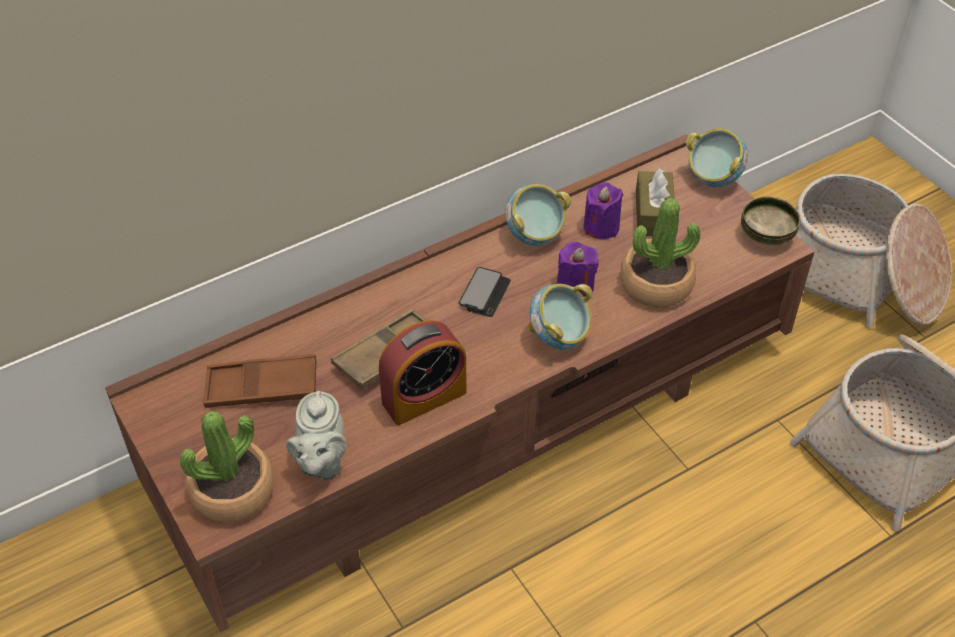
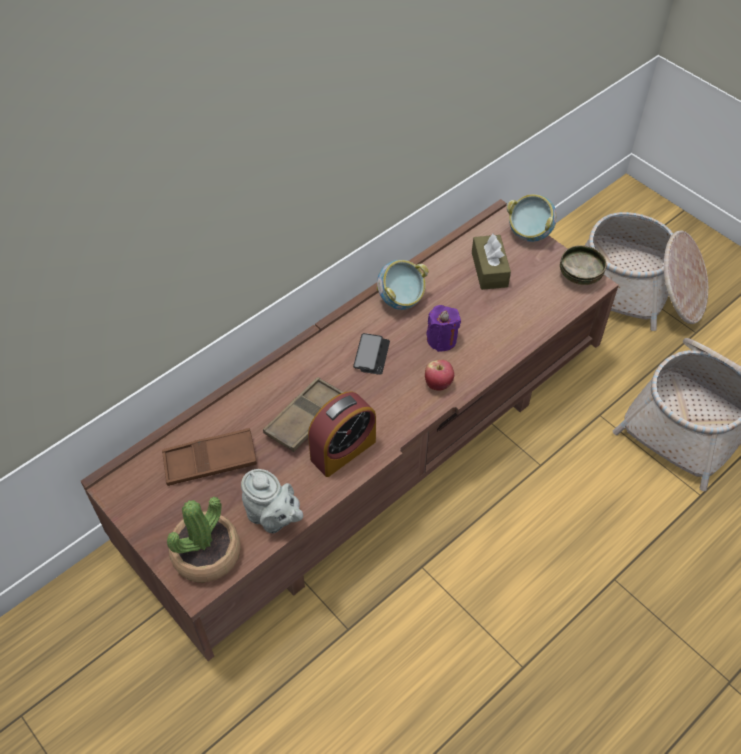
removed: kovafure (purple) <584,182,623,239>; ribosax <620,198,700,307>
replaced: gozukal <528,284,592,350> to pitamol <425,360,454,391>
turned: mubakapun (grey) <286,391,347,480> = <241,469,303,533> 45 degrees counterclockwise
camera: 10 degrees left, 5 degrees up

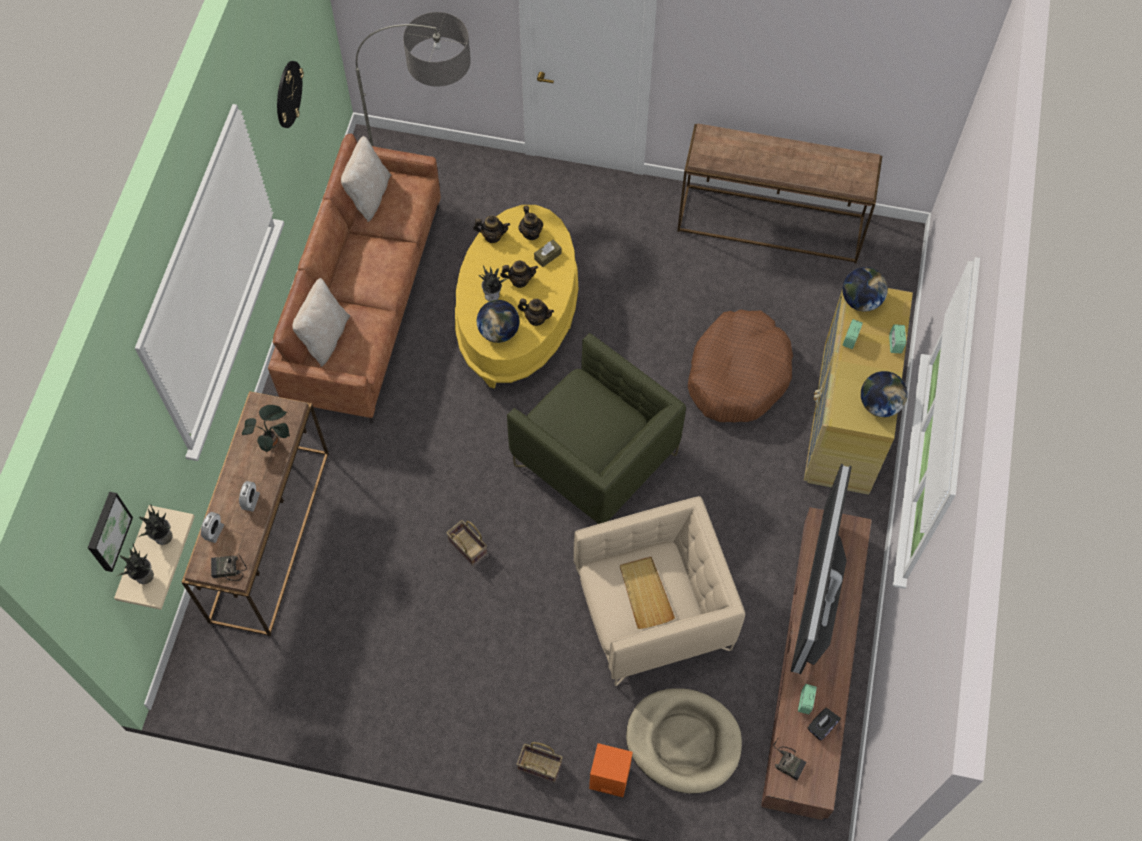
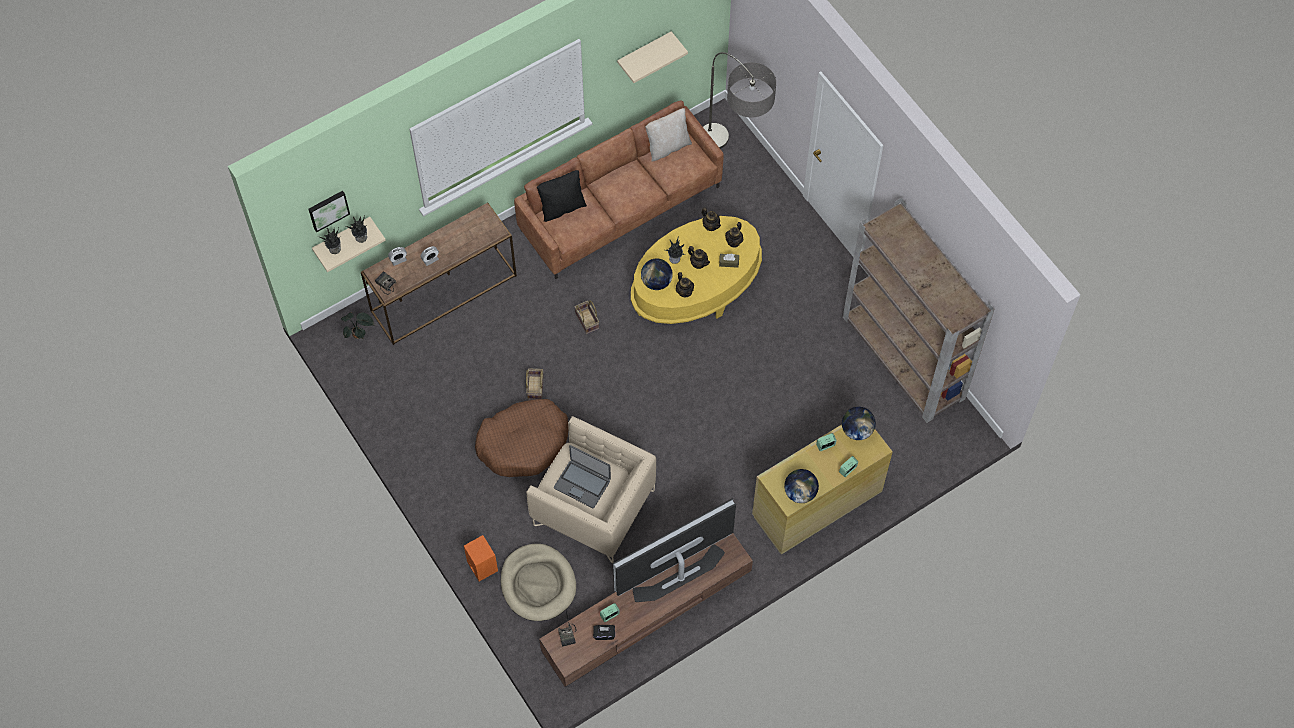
removed: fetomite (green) <507,333,686,524>
moved: ribosax <242,405,290,453> to <341,312,375,339>; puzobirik <517,742,563,783> to <574,300,599,334>; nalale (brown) <688,309,793,422> to <475,399,569,477>
replaced: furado <277,61,304,128> to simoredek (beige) <617,31,688,83>; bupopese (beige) <620,556,675,629> to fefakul <554,445,611,508>; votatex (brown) <677,124,882,263> to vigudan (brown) <843,198,994,423>
recoloured: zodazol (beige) <293,278,350,367> to zodazol (black) <537,170,587,222>
camera: 45 degrees right, 0 degrees up

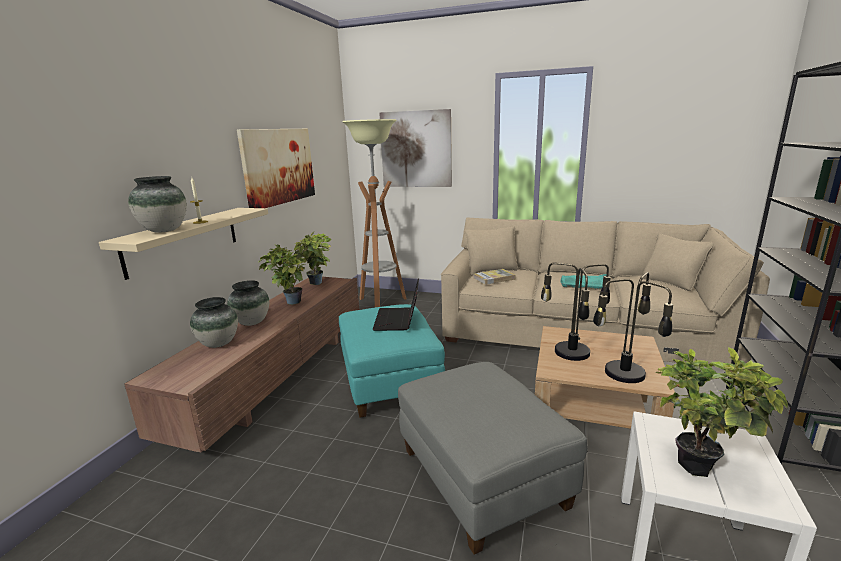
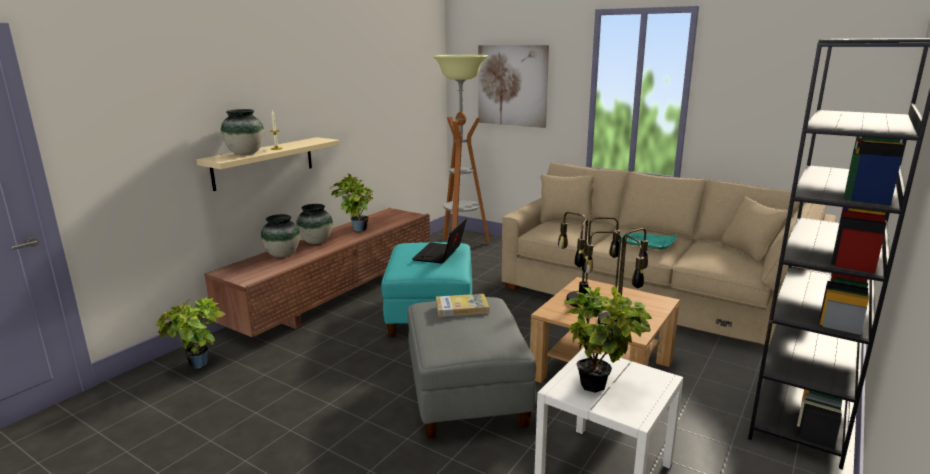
removed: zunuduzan <237,129,315,208>
moved: ribosax <294,231,331,285> to <156,298,226,369>; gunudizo <474,269,516,285> to <436,294,489,317>
camera: 15 degrees right, 0 degrees up

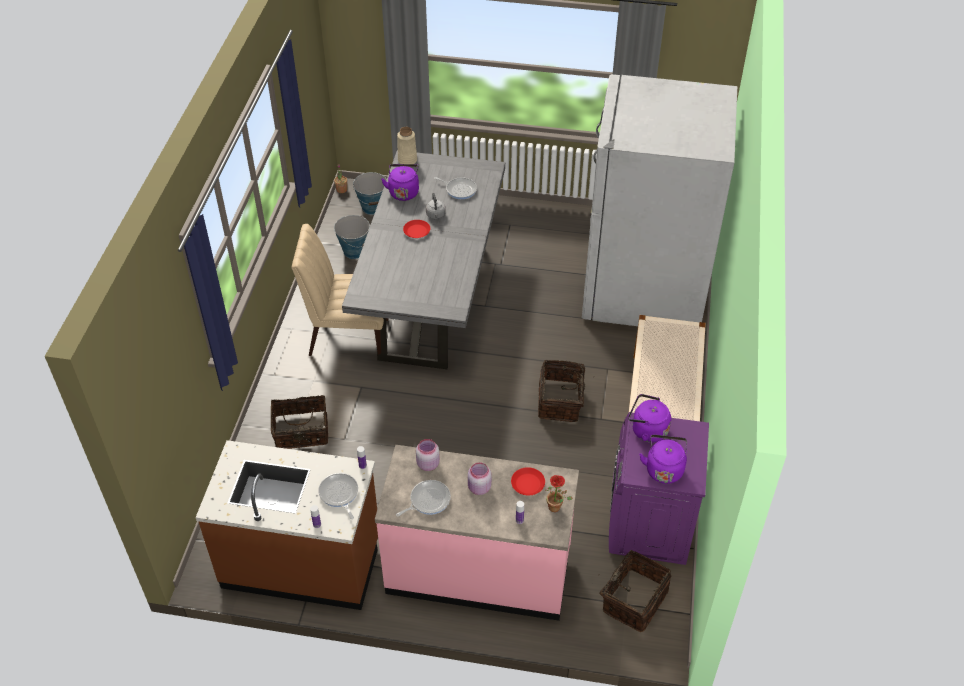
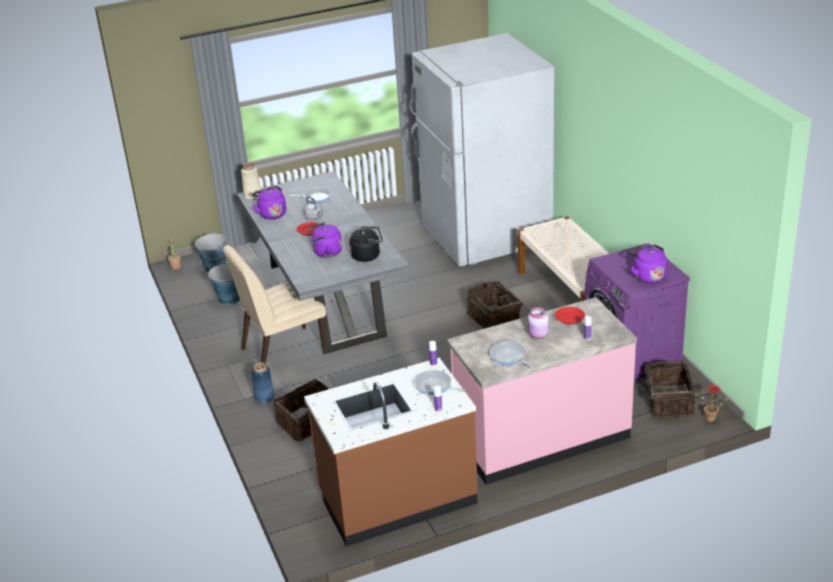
removed: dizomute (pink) <416,439,440,471>
added: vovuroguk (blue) <251,362,275,404>; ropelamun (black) <349,226,382,262>
moved: ribosax <546,475,573,512> to <701,385,729,422>; ropelamun (purple) <628,394,671,443> to <309,222,342,258>
turned: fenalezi <396,480,451,517> = <490,341,534,367> 60 degrees counterclockwise
camera: 30 degrees left, 15 degrees down

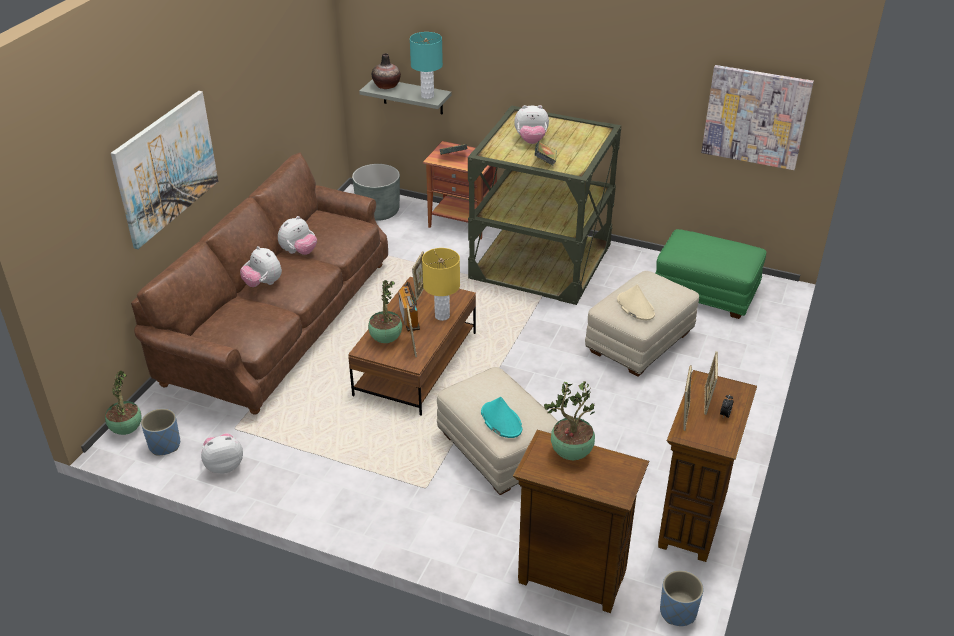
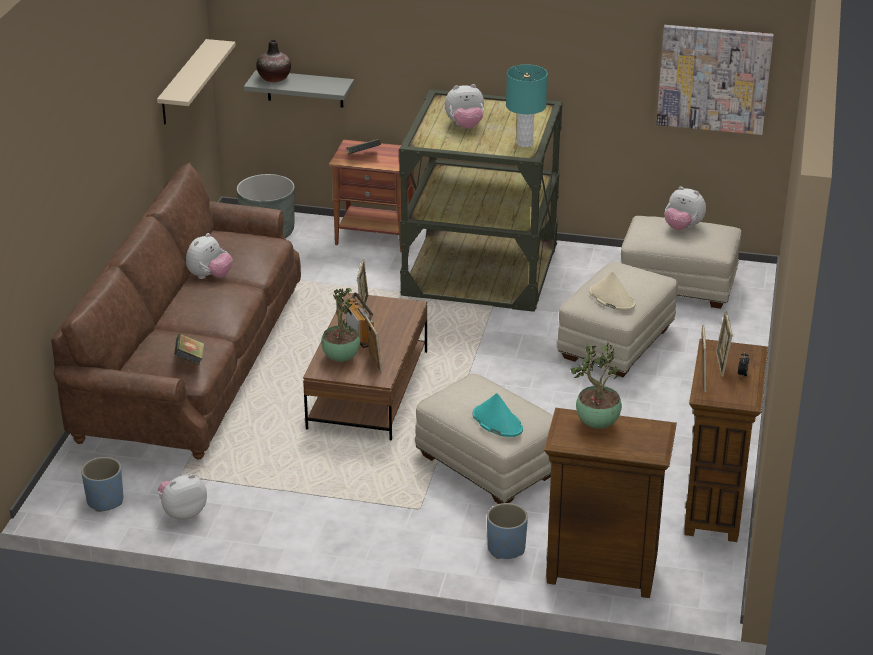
removed: ribosax <105,371,142,435>; zunuduzan <111,91,218,249>; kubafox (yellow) <422,248,460,321>
added: simoredek (beige) <157,39,236,124>
moved: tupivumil <240,246,282,287> to <664,186,706,230>; kubafox (turquoise) <410,32,443,99> to <506,65,548,147>; gunudizo <534,141,557,166> to <174,334,204,365>; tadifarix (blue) <660,570,703,626> to <487,503,528,559>
recoloured: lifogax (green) <655,229,766,319> to lifogax (beige) <621,216,741,309>
camera: 10 degrees left, 5 degrees down

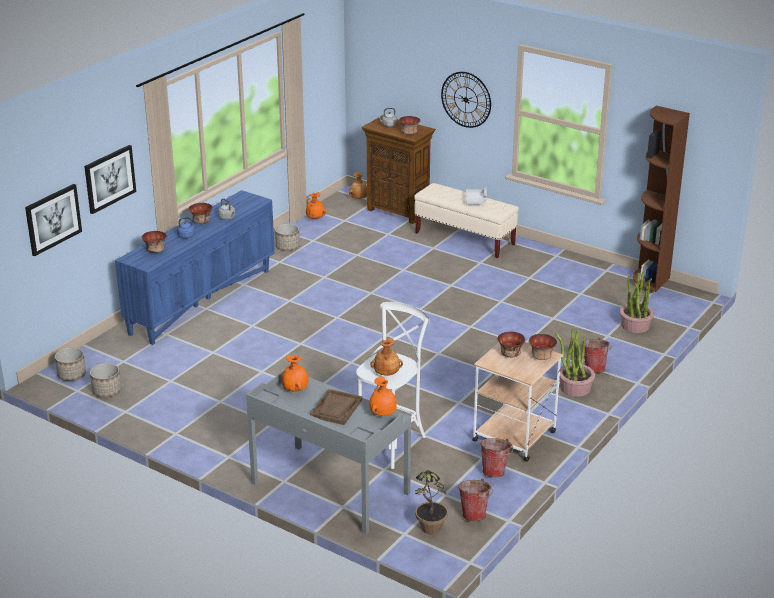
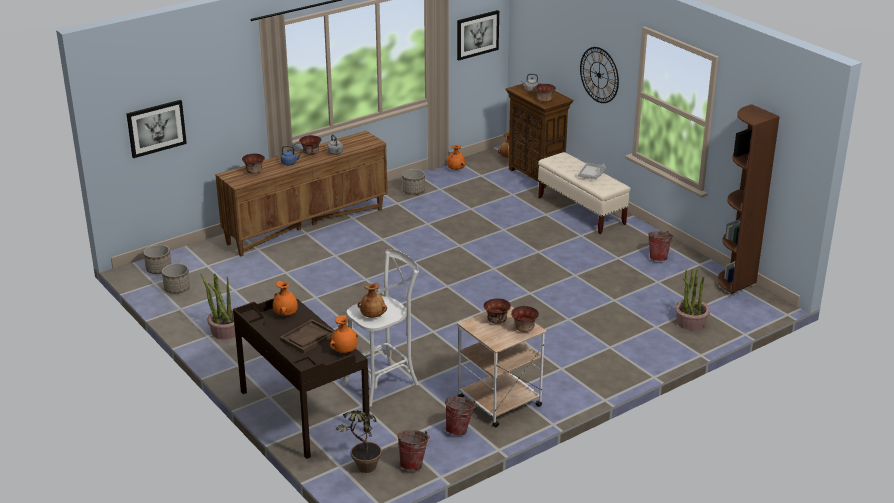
moved: zunuduzan <84,145,136,214> to <457,10,499,60>; ribosax <555,329,595,397> to <200,273,236,339>; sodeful <581,337,611,373> to <648,231,674,261>
recoloured: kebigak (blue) <115,190,275,345> to kebigak (brown) <215,131,388,256>; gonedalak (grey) <246,371,411,534> to gonedalak (brown) <233,298,370,459>
camera: 20 degrees right, 0 degrees up

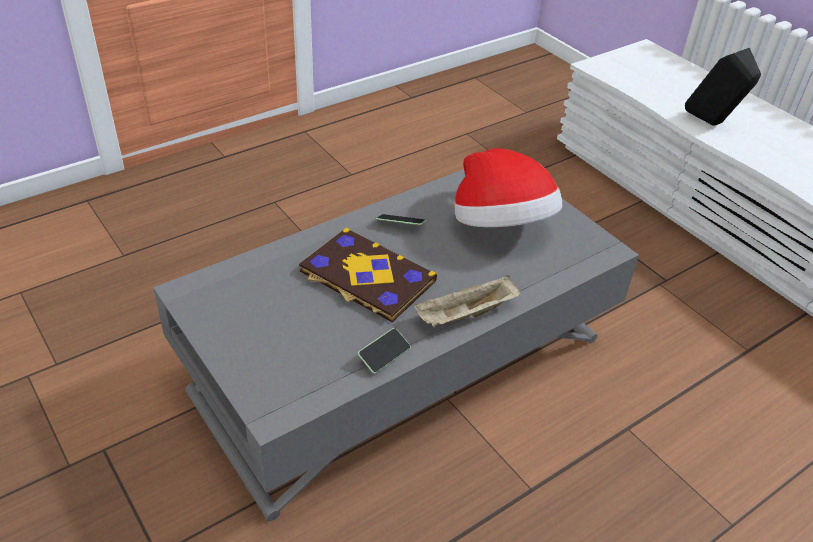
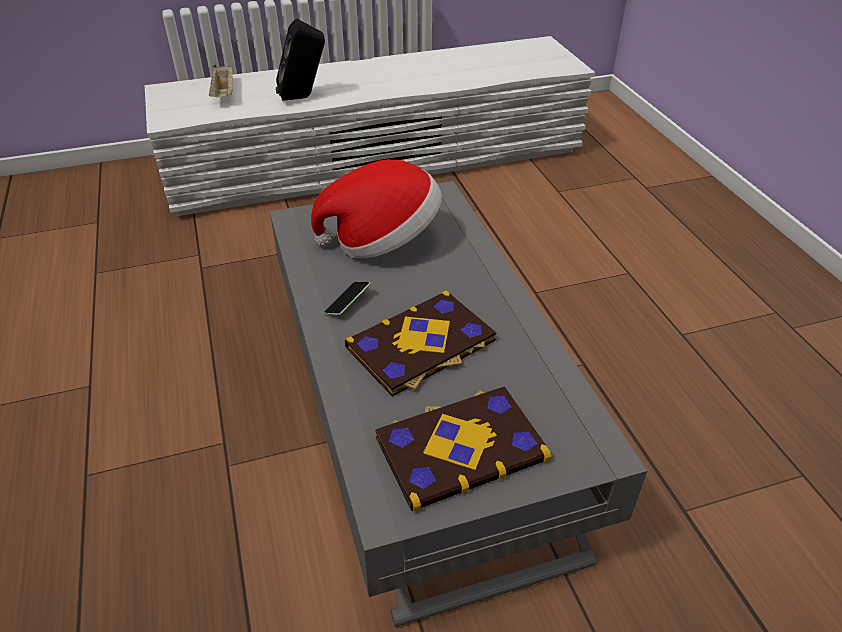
removed: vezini <358,328,411,374>
added: gunudizo <375,386,551,512>
moved: bupopese (beige) <414,275,521,327> to <209,65,232,97>
camera: 70 degrees left, 0 degrees up

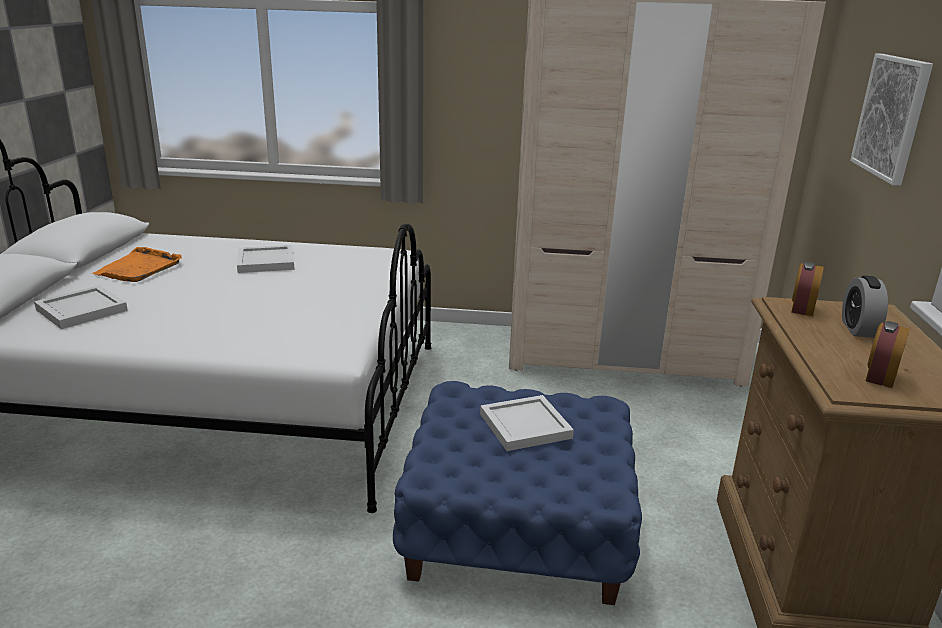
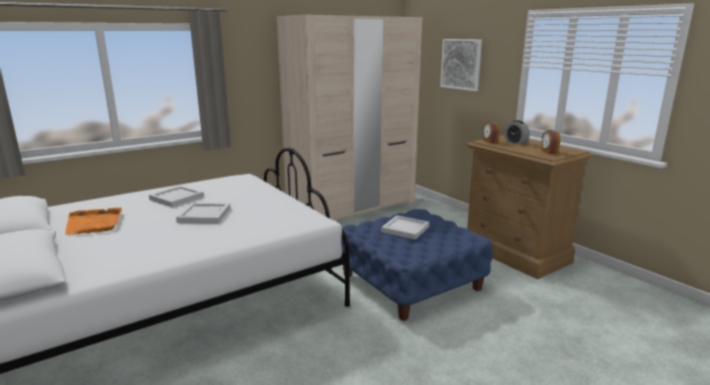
moved: bupopese (white) <34,285,128,329> to <176,203,231,224>
camera: 40 degrees left, 5 degrees down

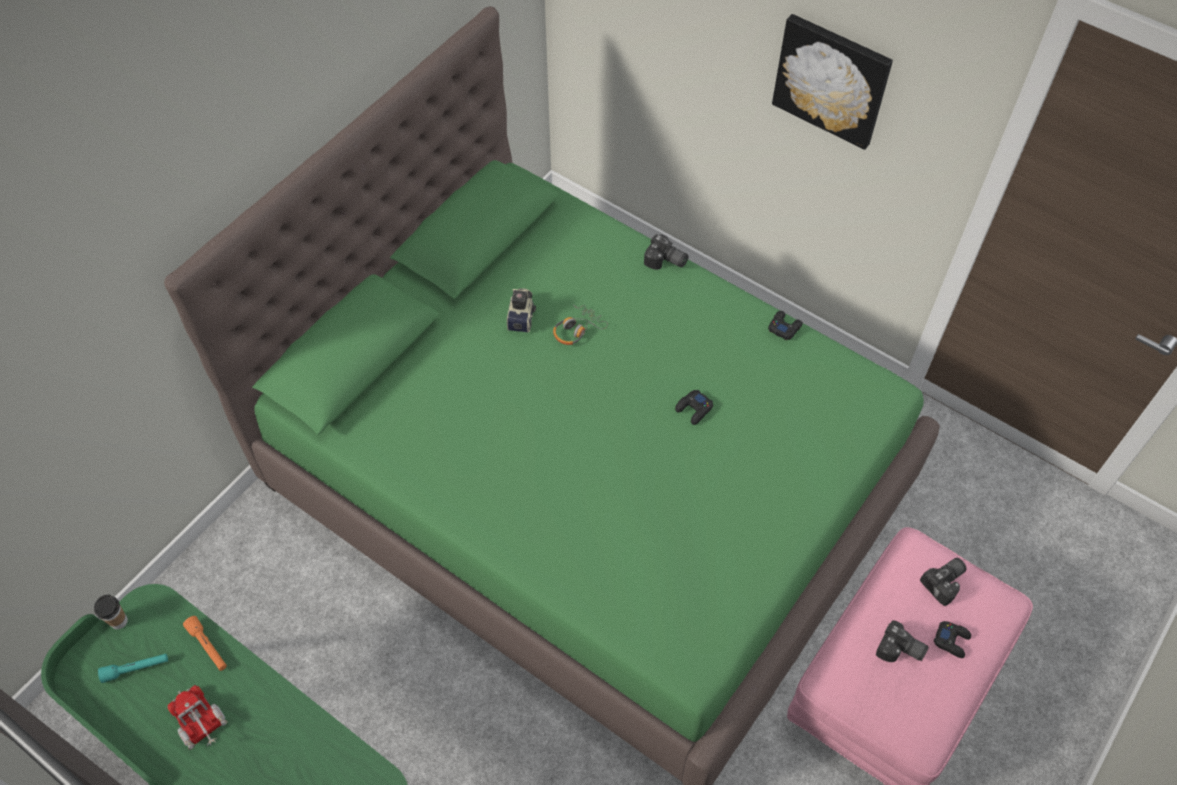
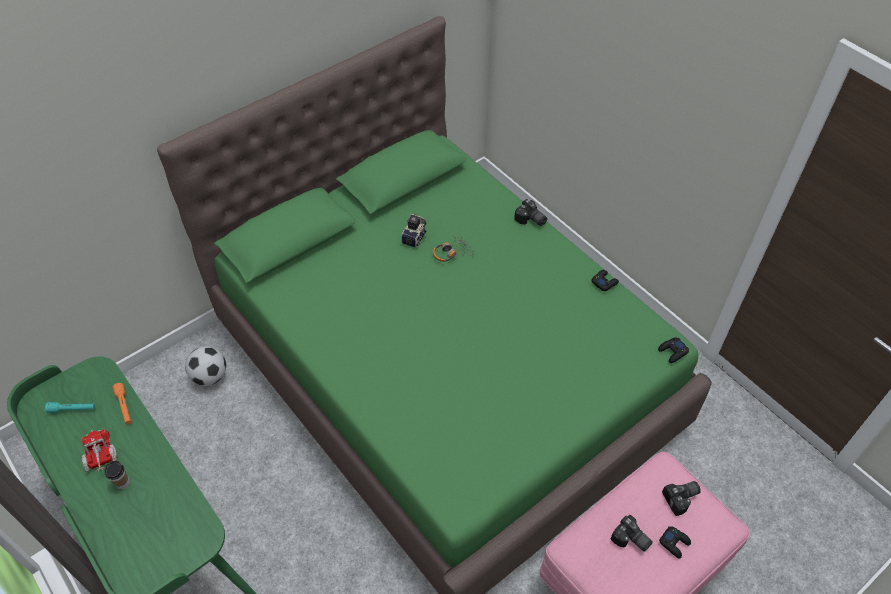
removed: zunuduzan <772,14,893,150>
added: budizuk <185,346,226,386>
moved: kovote <94,595,128,629> to <104,461,130,489>; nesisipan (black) <675,390,713,425> to <658,337,689,363>
camera: 15 degrees right, 5 degrees down

